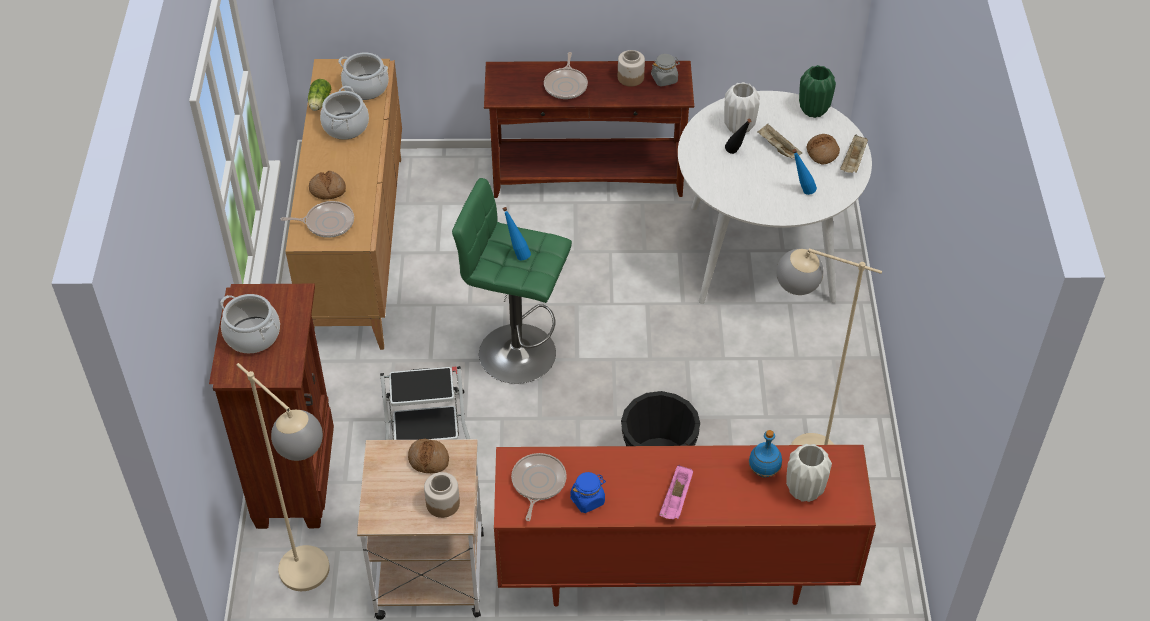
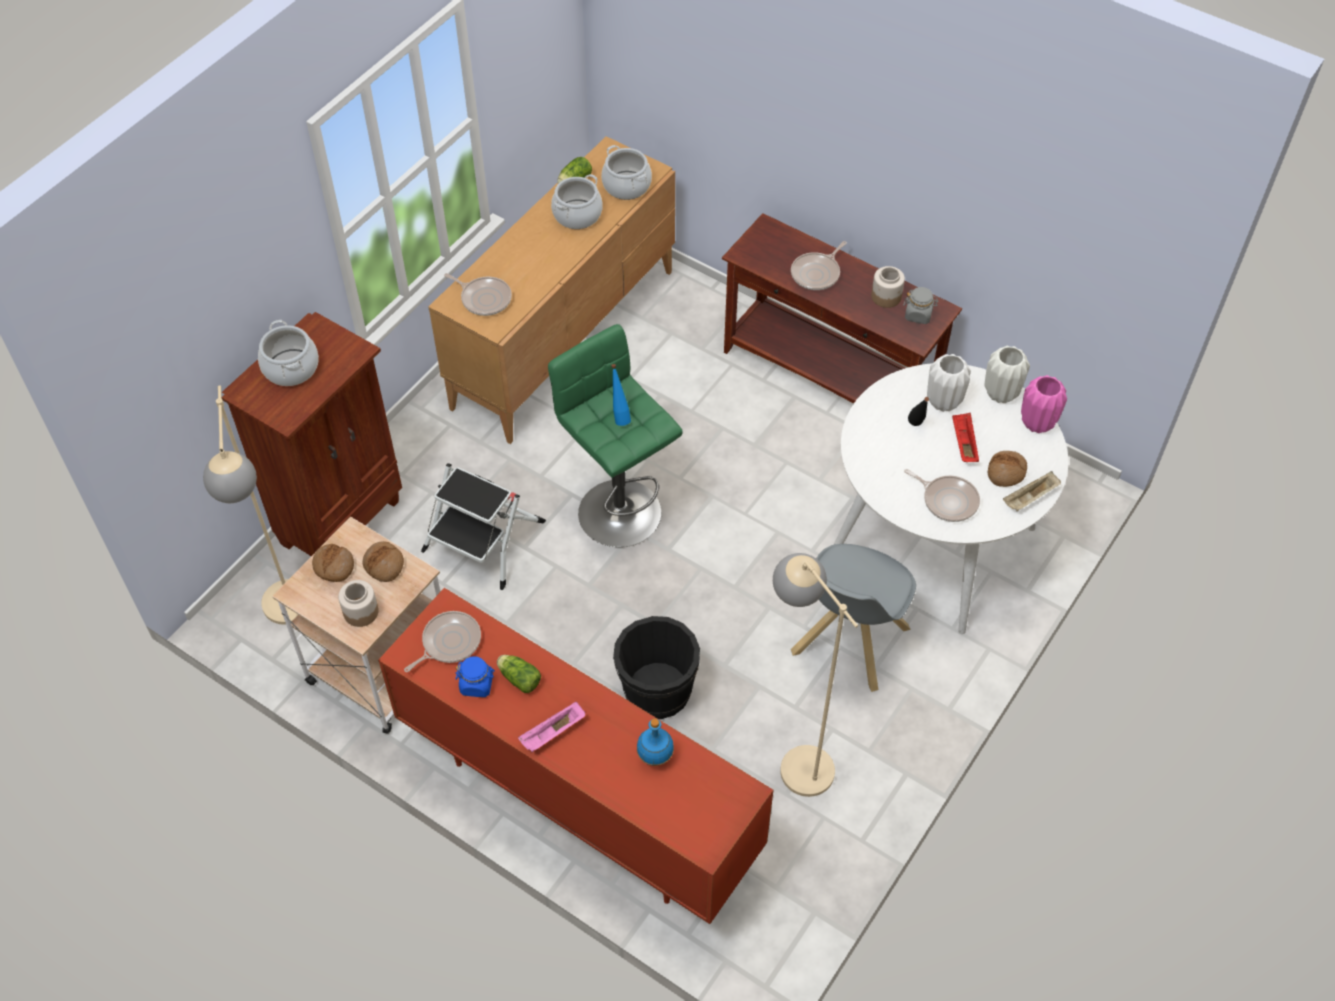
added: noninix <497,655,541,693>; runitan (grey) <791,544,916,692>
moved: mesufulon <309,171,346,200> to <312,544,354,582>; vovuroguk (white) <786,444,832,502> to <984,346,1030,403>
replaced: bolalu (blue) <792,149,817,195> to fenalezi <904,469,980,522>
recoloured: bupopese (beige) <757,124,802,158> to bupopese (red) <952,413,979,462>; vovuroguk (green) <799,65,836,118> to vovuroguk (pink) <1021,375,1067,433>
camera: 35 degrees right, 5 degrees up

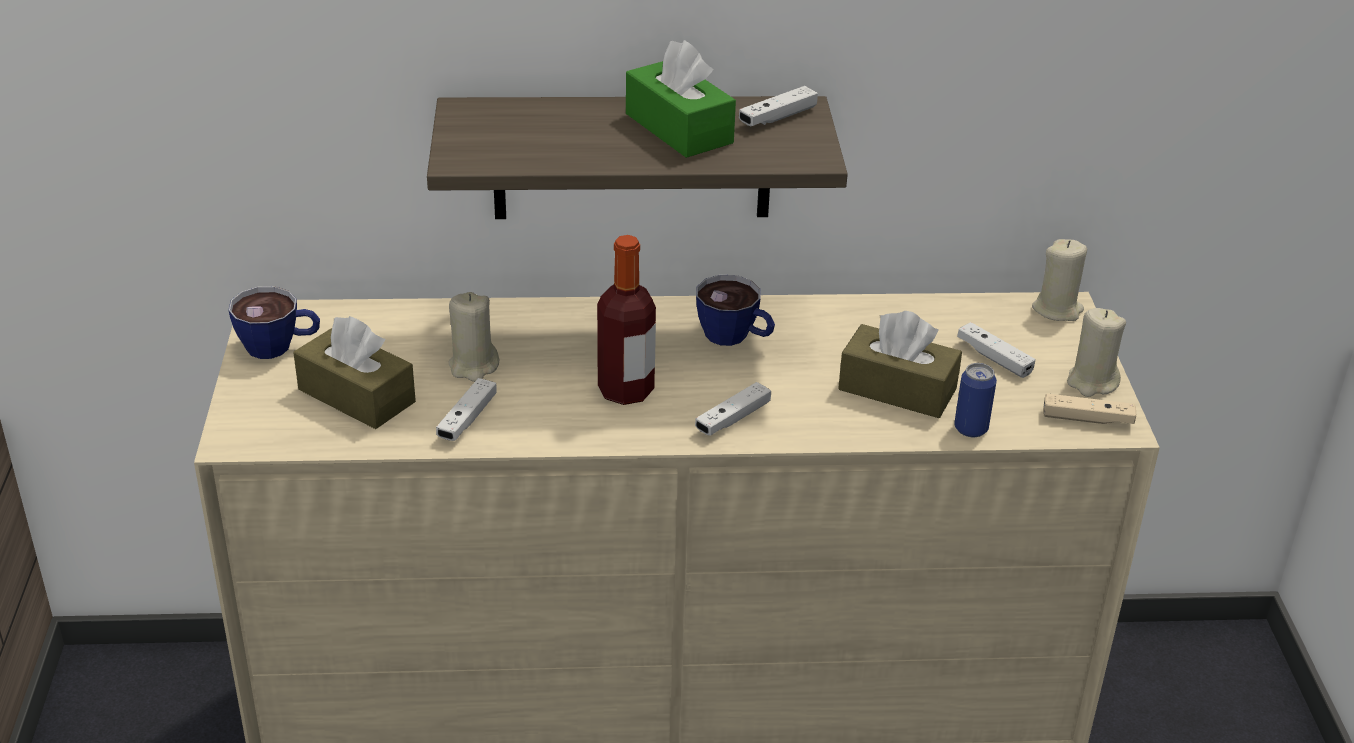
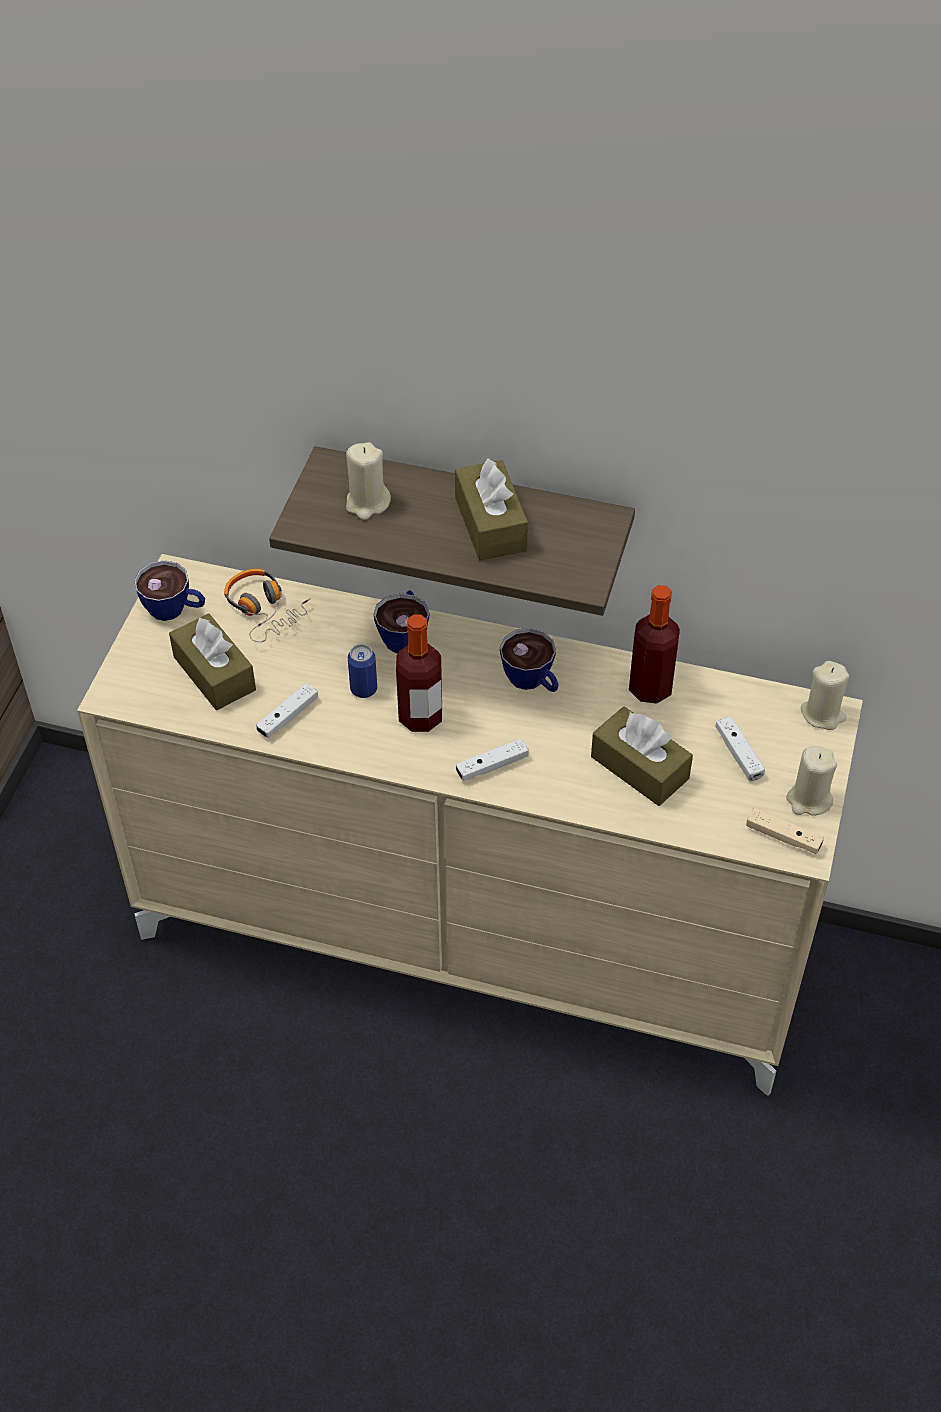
removed: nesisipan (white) <739,86,818,126>
added: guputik <224,569,311,642>; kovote <374,590,430,653>; bolalu <629,585,680,704>
moved: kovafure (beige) <448,292,499,382> to <346,442,391,520>; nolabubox <954,363,997,437> to <348,644,377,698>
recoloured: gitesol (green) <626,40,736,158> to gitesol (brown) <455,458,528,561>
camera: 20 degrees right, 15 degrees up

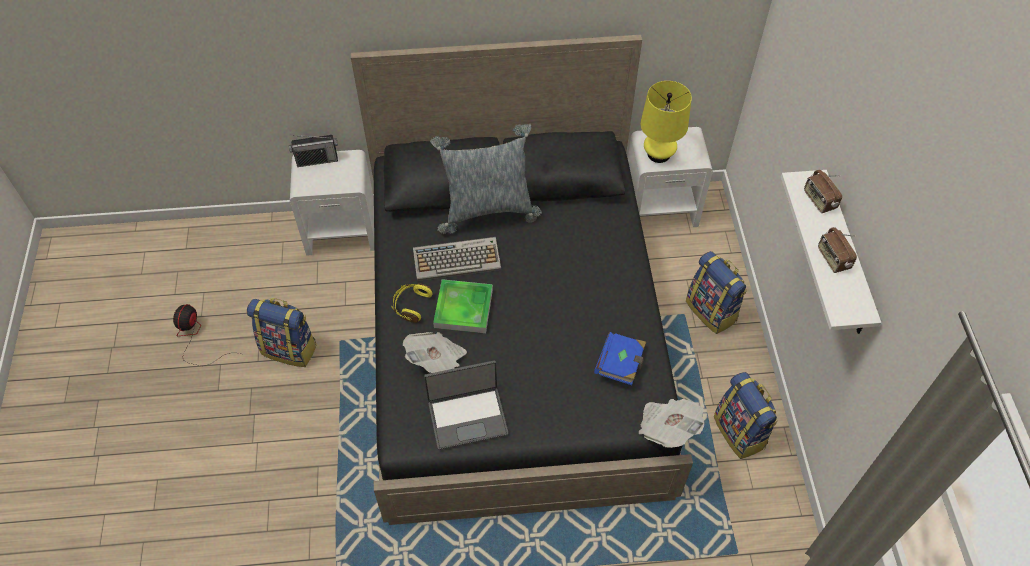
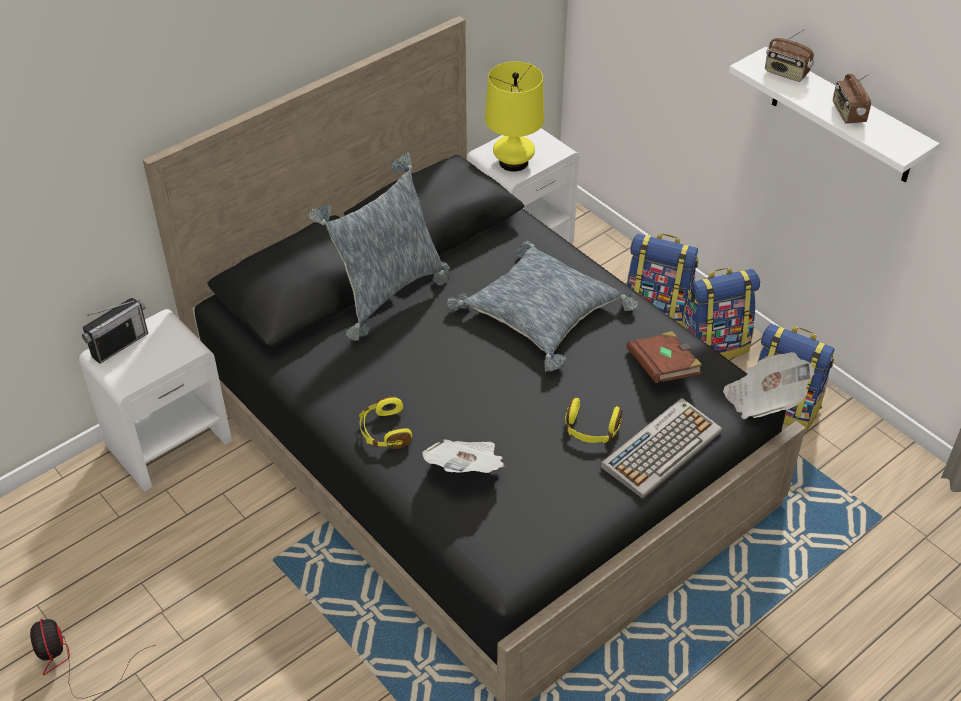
removed: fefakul <424,360,508,450>; bupopese <433,279,493,333>
added: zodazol <447,241,638,372>; guputik (yellow) <565,398,622,444>
moved: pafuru <247,298,317,367> to <683,268,760,359>; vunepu <413,237,501,281> to <601,398,722,499>
recoloured: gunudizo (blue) <594,332,646,385> to gunudizo (brown) <627,331,702,383>
turned: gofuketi <818,227,857,273> = <833,74,871,124> 45 degrees clockwise
camera: 35 degrees left, 10 degrees down

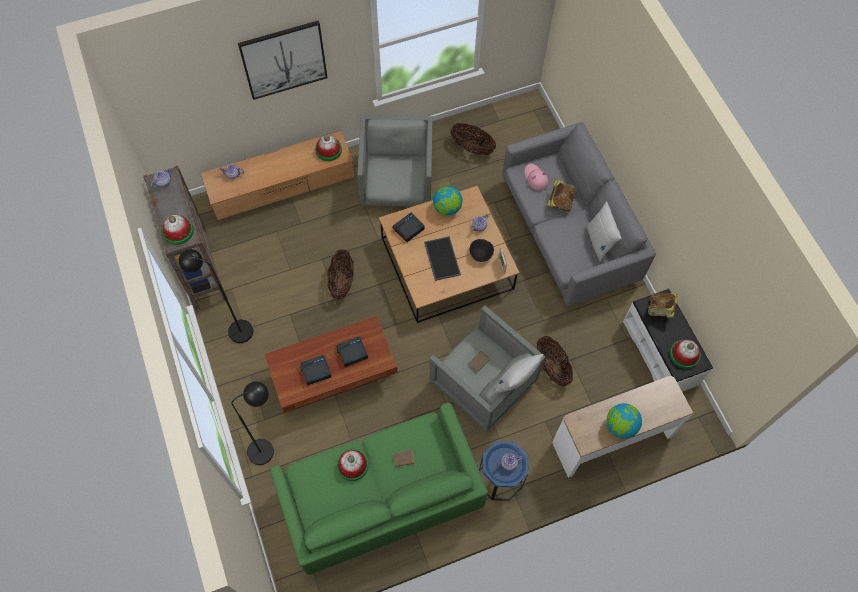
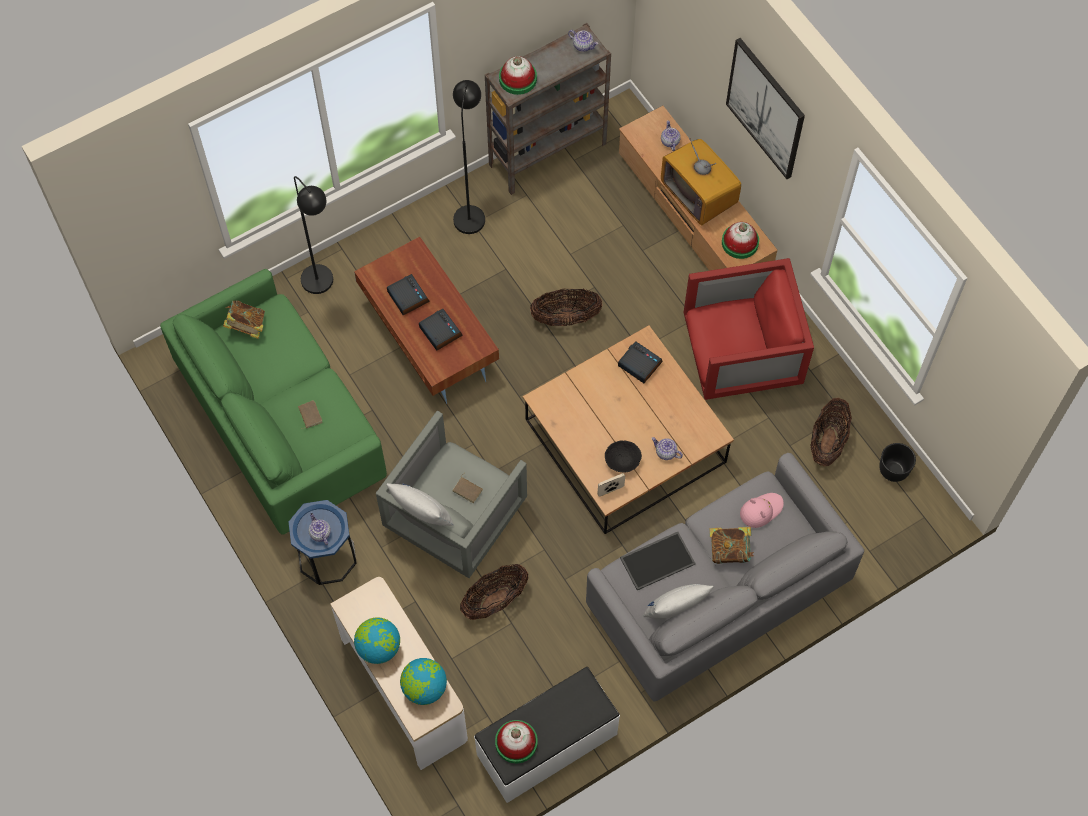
removed: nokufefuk <337,449,368,481>
added: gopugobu <661,138,741,225>; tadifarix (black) <879,443,916,482>
moved: bupopese <424,236,461,281> to <620,532,696,590>; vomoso <433,186,462,216> to <400,658,447,705>; gunudizo <648,293,678,318> to <223,300,265,339>
recoloured: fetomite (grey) <357,115,433,206> to fetomite (red) <684,258,814,400>
camera: 80 degrees right, 0 degrees up

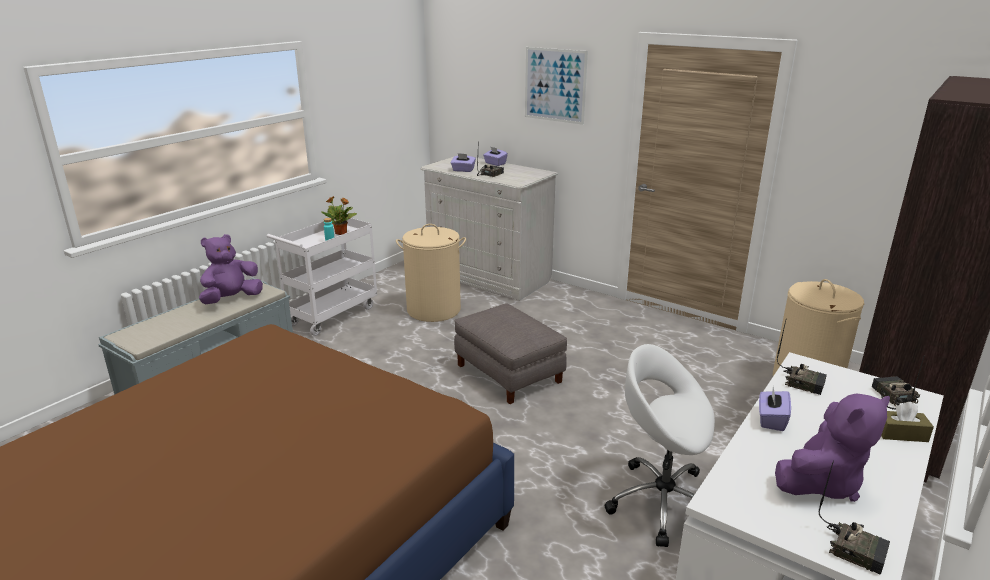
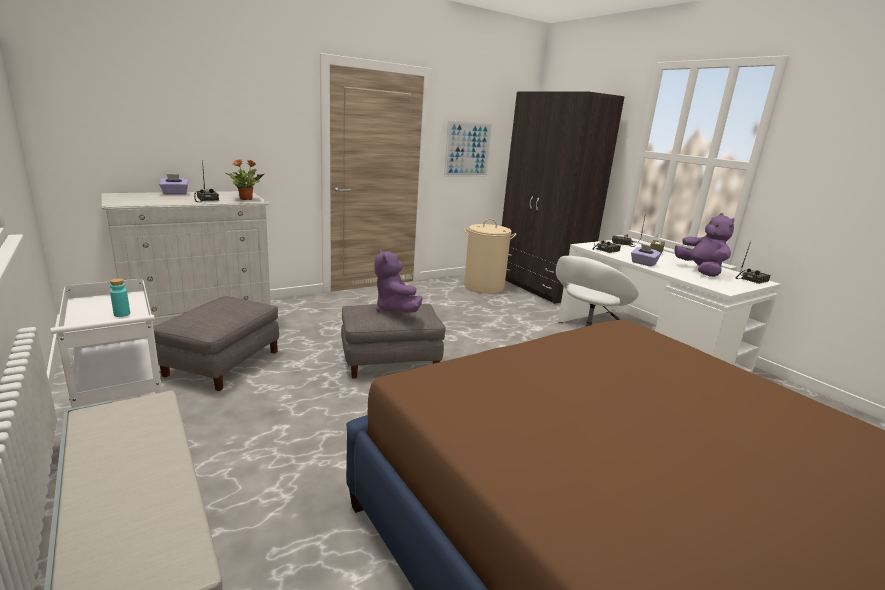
removed: gitesol (purple) <451,153,476,172>
moved: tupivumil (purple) <199,234,263,304> to <374,249,422,313>; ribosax <321,196,357,235> to <226,159,264,200>; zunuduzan <525,47,588,125> to <444,120,492,177>
replaced: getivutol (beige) <396,224,466,322> to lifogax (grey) <153,296,279,391>
camera: 70 degrees left, 5 degrees down

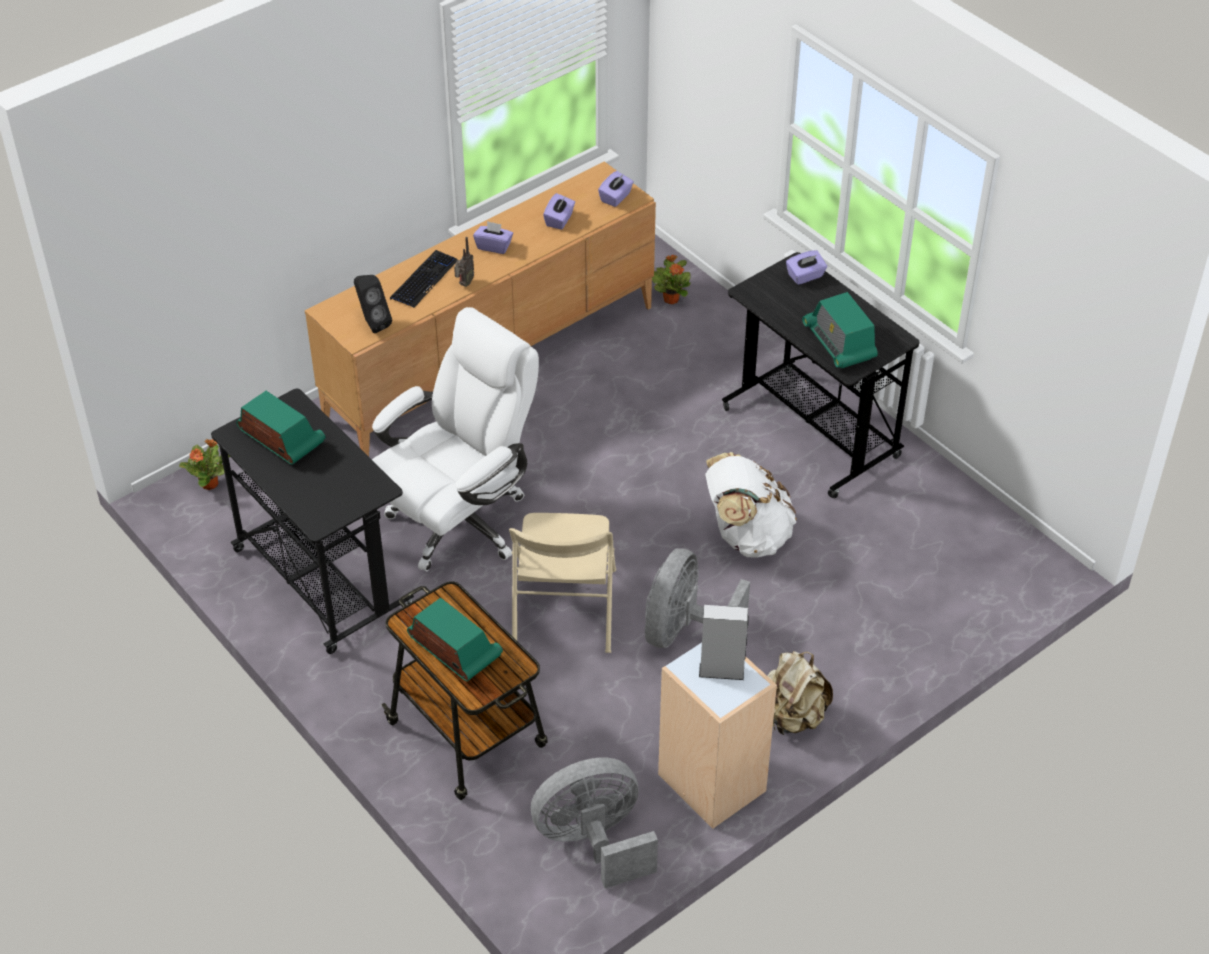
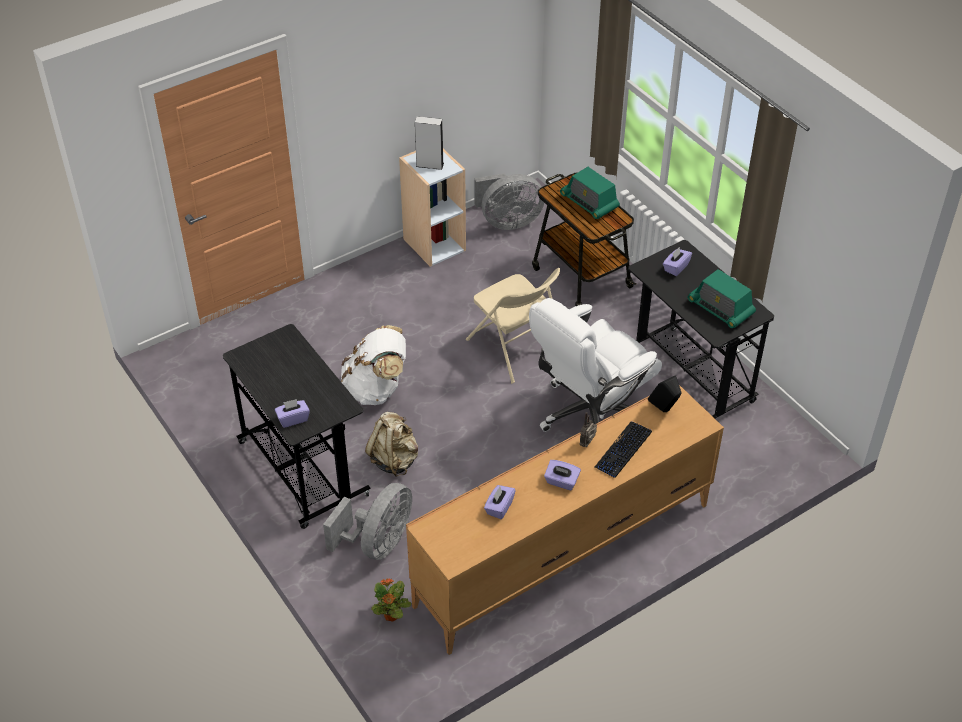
removed: ribosax <179,439,230,490>; gofuketi <802,292,878,369>
moved: gitesol (purple) <598,171,634,207> to <663,247,692,276>; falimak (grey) <645,548,750,648> to <323,483,412,560>; pafuru (beige) <767,651,833,735> to <365,412,418,477>
turned: runitan (beige) <509,513,616,653> = <466,268,560,384> 135 degrees clockwise
camera: 175 degrees left, 0 degrees up

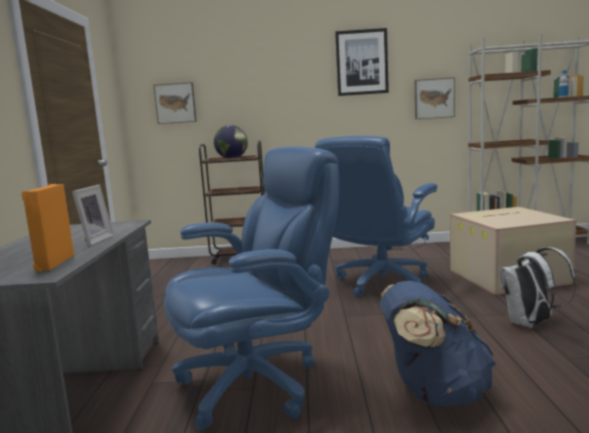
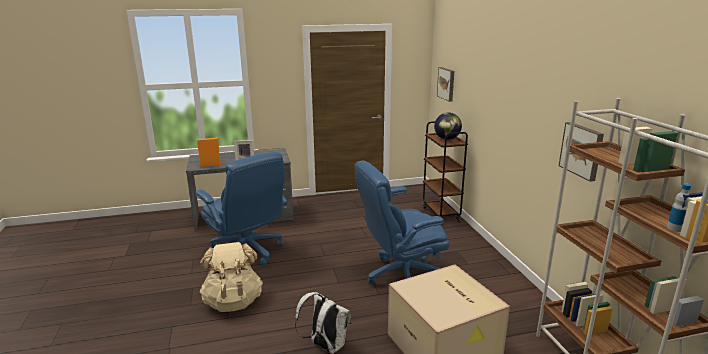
removed: zunuduzan <335,28,389,96>
recoloured: pafuru (blue) <380,281,496,407> to pafuru (beige) <199,242,263,312>
turned: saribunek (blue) <315,136,438,297> = <355,161,450,284> 45 degrees counterclockwise
camera: 75 degrees right, 10 degrees up

